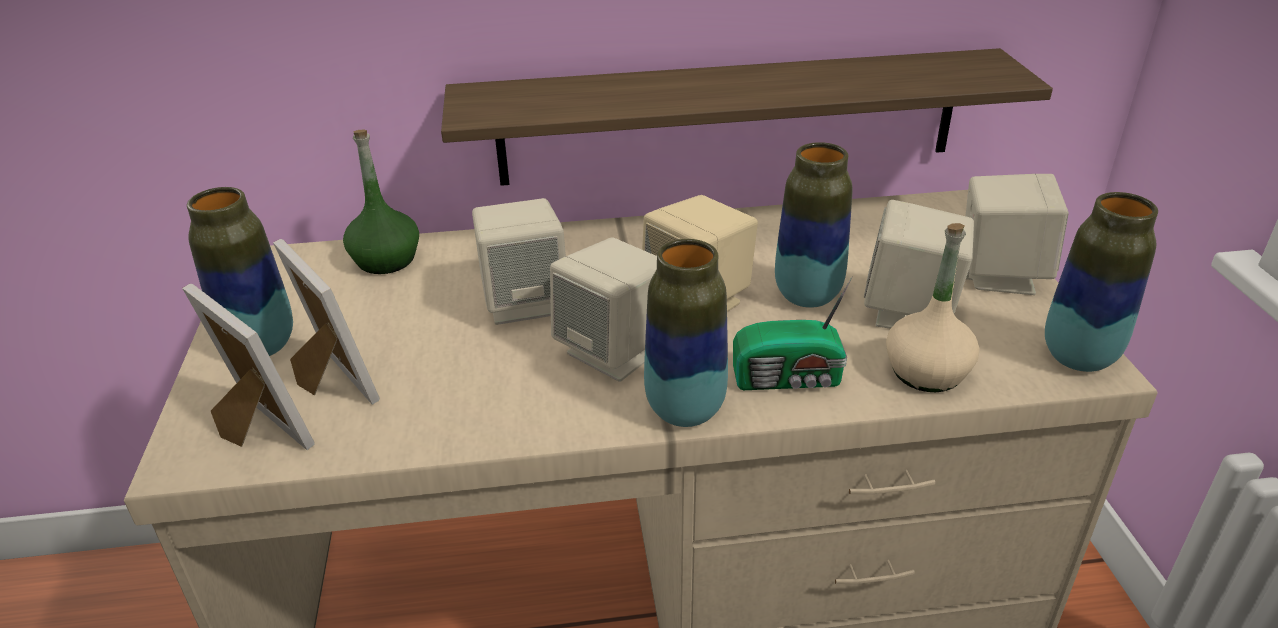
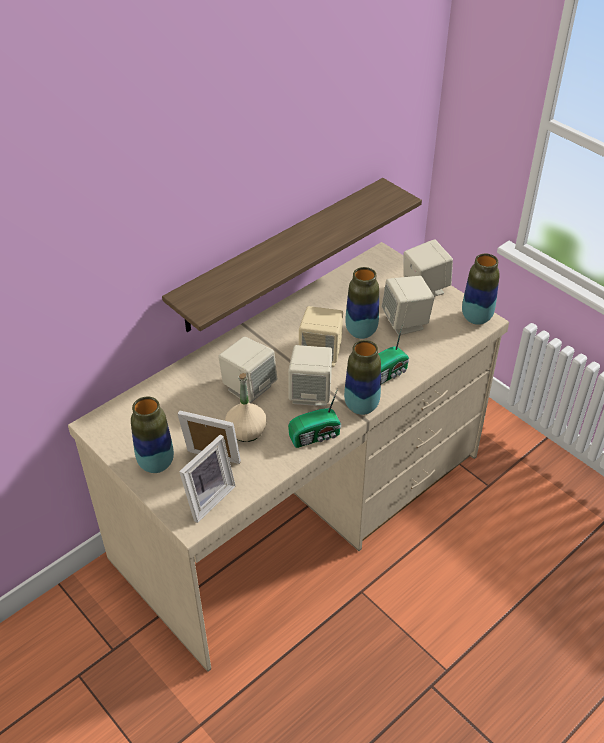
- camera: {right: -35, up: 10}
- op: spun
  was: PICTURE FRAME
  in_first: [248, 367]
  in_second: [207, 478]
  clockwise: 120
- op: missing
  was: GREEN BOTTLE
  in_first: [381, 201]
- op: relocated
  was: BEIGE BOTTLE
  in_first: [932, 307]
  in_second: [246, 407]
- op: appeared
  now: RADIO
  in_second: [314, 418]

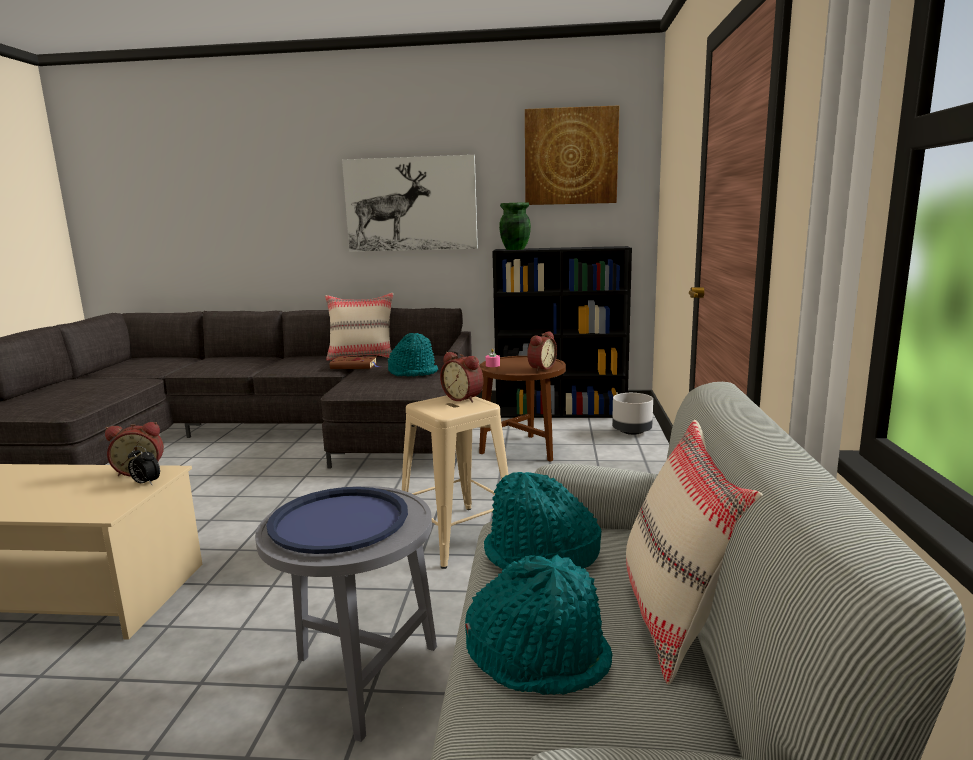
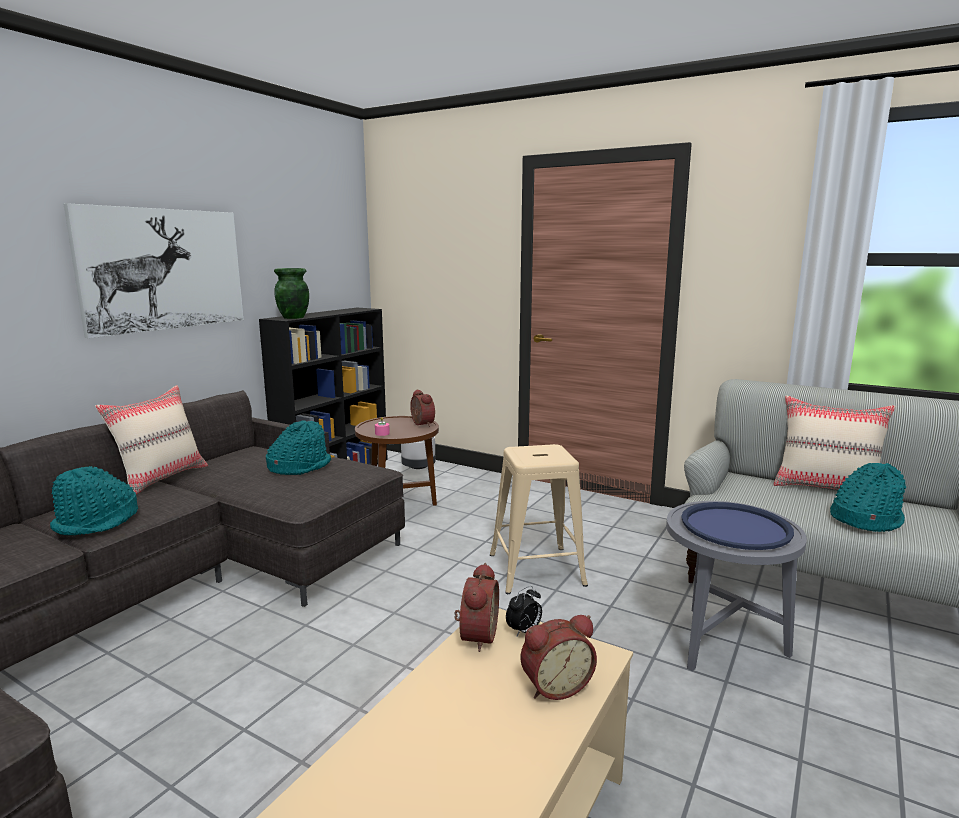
- camera: {right: -65, up: 0}
- op: missing
  was: BROWN BOOK
  in_first: [356, 362]
- op: relocated
  was: ALARM CLOCK
  in_first: [462, 377]
  in_second: [559, 657]
- op: relocated
  was: TURQUOISE HAT
  in_first: [542, 520]
  in_second: [94, 500]
- op: missing
  was: PICTURE
  in_first: [572, 155]

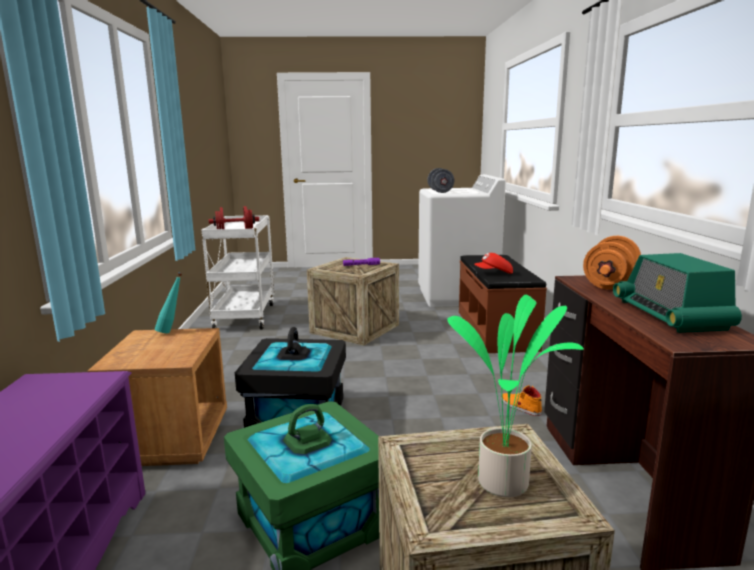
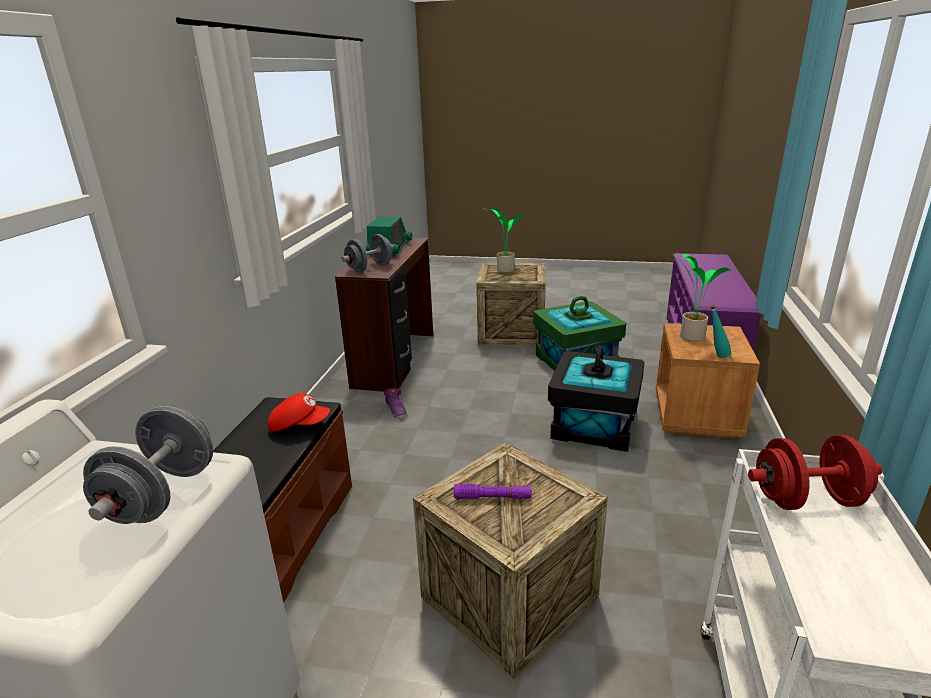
- camera: {right: -165, up: 10}
- op: colour
  was: ORANGE SHOE
  now: PURPLE SHOE
  in_first: [521, 400]
  in_second: [395, 403]
- op: colour
  was: ORANGE DUMBBELL
  now: GREY DUMBBELL
  in_first: [612, 263]
  in_second: [368, 253]
- op: appeared
  now: POTTED PLANT
  in_second: [702, 298]

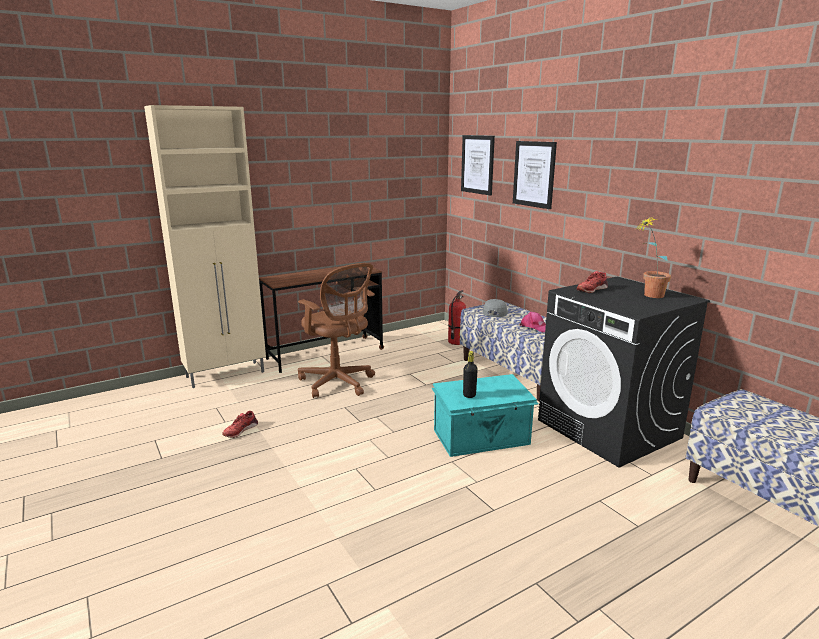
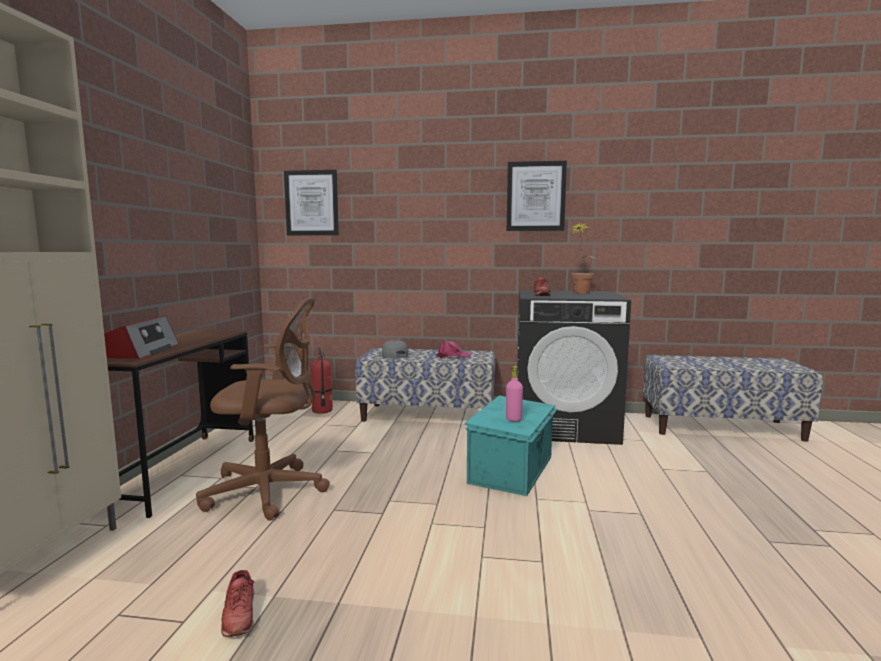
- camera: {right: -50, up: -10}
- op: colour
  was: BLACK BOTTLE
  now: PINK BOTTLE
  in_first: [470, 374]
  in_second: [514, 394]
- op: relocated
  was: PICTURE
  in_first: [535, 175]
  in_second: [537, 196]
- op: appeared
  now: RADIO
  in_second: [141, 337]

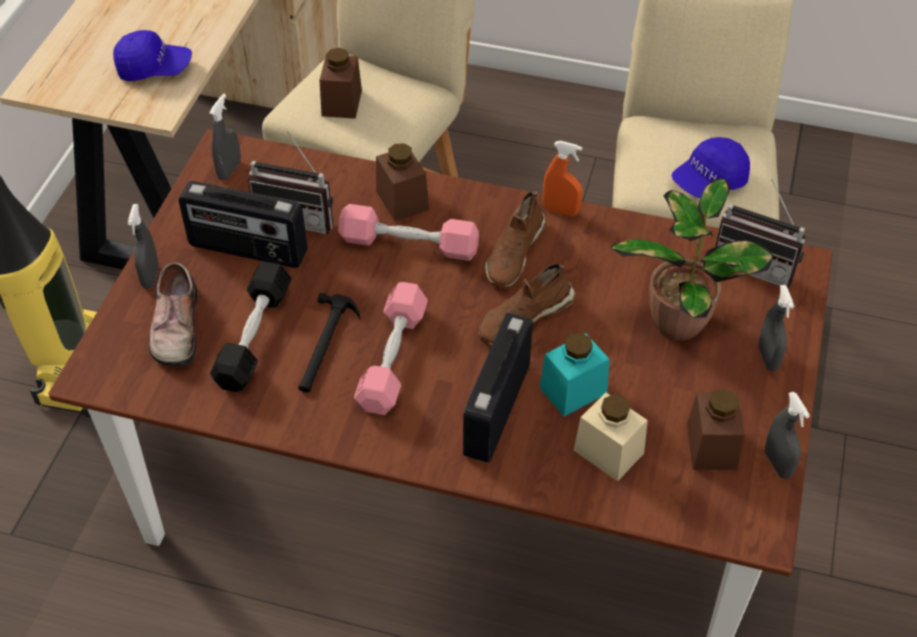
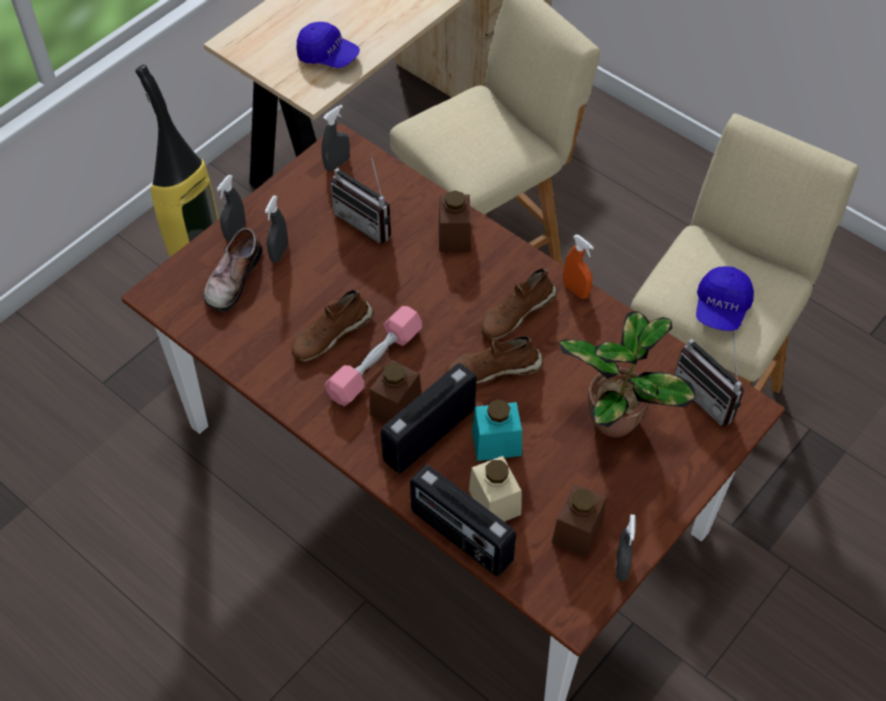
- camera: {right: 25, up: 5}
- op: relocated
  was: RADIO
  in_first: [243, 224]
  in_second: [463, 521]
- op: missing
  was: BLACK DUMBBELL
  in_first: [251, 326]
- op: exchanged
  was: HAMMER
  now: BROWN SHOE
  in_first: [329, 342]
  in_second: [332, 326]
- op: relocated
  was: BROWN JAR
  in_first: [341, 83]
  in_second: [395, 391]
- op: missing
  was: PINK DUMBBELL
  in_first: [408, 232]
- op: spun
  was: BLUE CAP
  in_first: [711, 167]
  in_second: [725, 298]
  clockwise: -60
- op: relocated
  was: GREY SPRAY BOTTLE
  in_first: [776, 328]
  in_second: [276, 229]

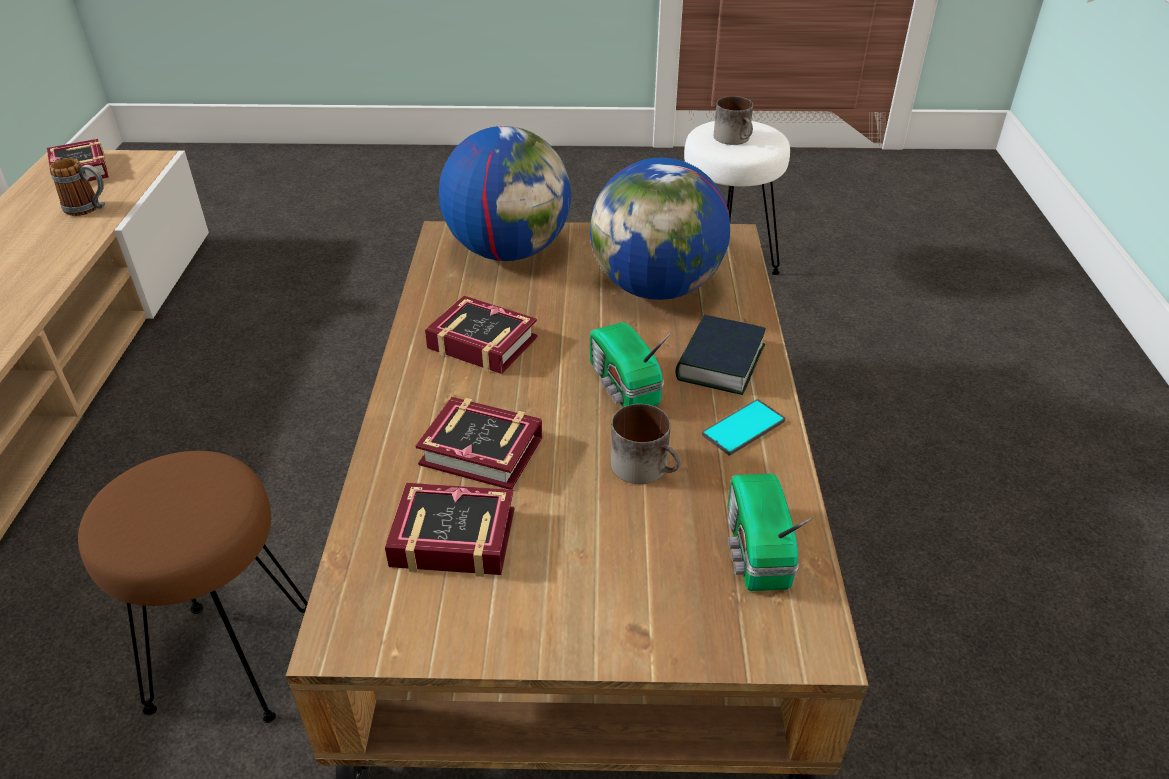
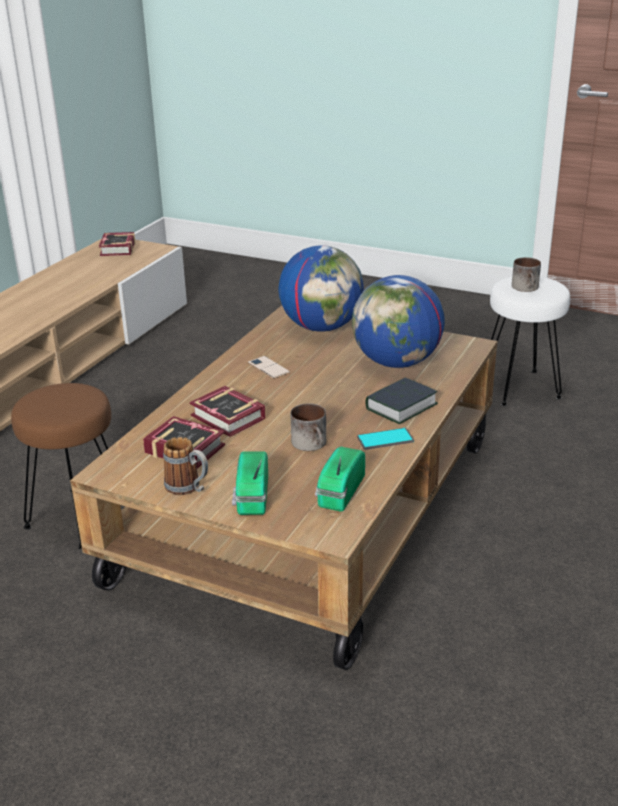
- camera: {right: 25, up: -10}
- op: relocated
  was: MUG
  in_first: [77, 187]
  in_second: [185, 466]
- op: exchanged
  was: BOOK
  now: PHONE
  in_first: [481, 335]
  in_second: [269, 367]
- op: relocated
  was: RADIO
  in_first: [631, 364]
  in_second: [250, 483]

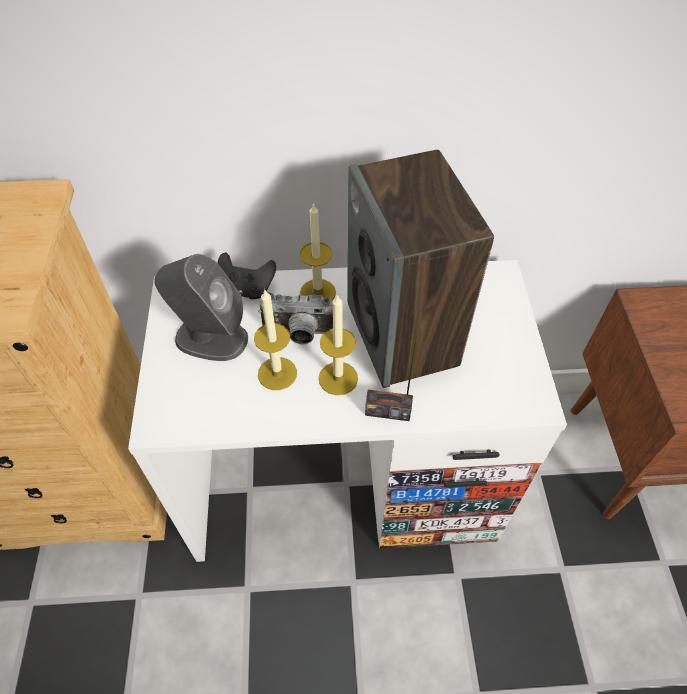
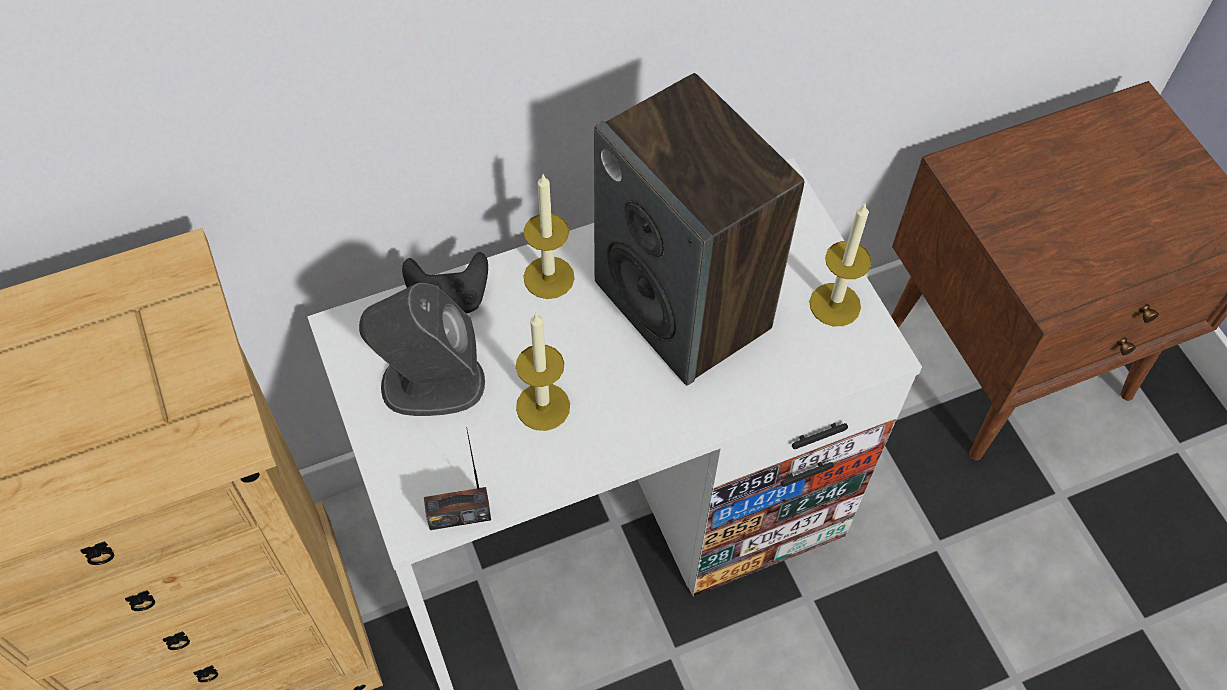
- camera: {right: -20, up: 5}
- op: missing
  was: PHOTO CAMERA
  in_first: [295, 319]
- op: relocated
  was: CANDLE
  in_first: [338, 344]
  in_second: [840, 264]
- op: relocated
  was: RADIO
  in_first: [390, 380]
  in_second: [457, 478]

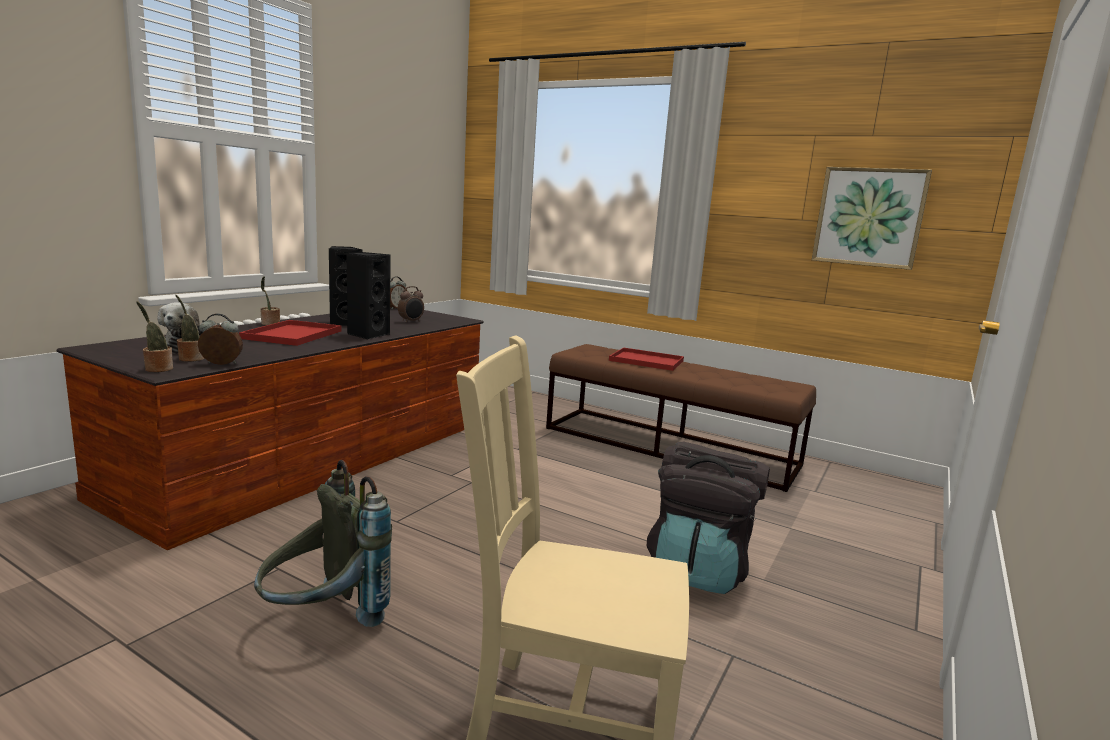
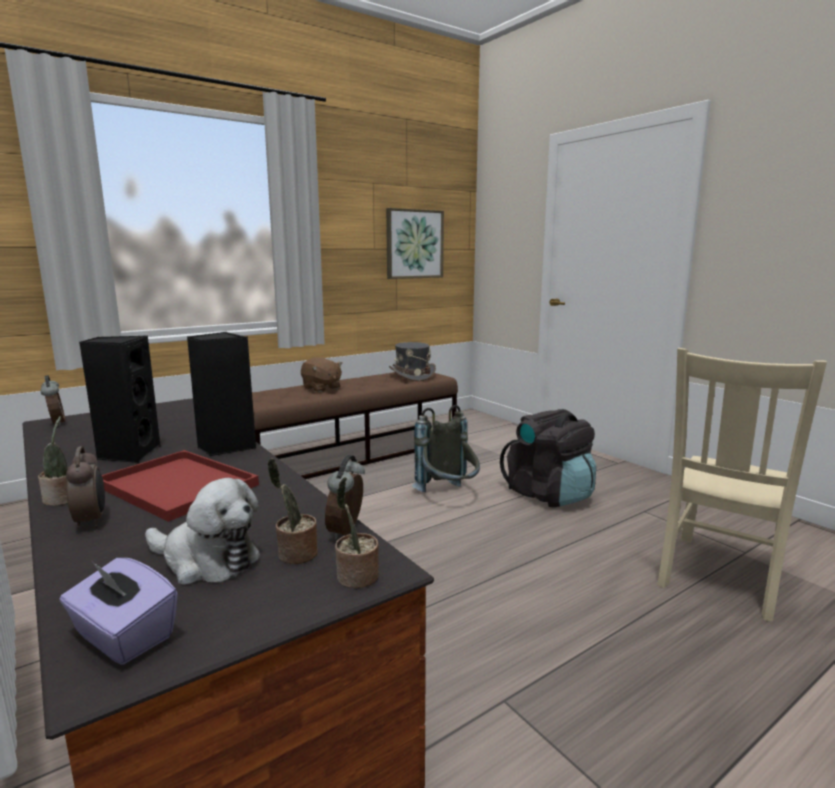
- camera: {right: -65, up: 0}
- op: relocated
  was: GREY BACKPACK
  in_first: [323, 543]
  in_second: [446, 448]
- op: relocated
  was: ALARM CLOCK
  in_first: [411, 304]
  in_second: [85, 487]
- op: exchanged
  was: RED TRAY
  now: BROWN PLUSH TOY
  in_first: [646, 359]
  in_second: [321, 374]
- op: appeared
  now: PURPLE TISSUE BOX
  in_second: [118, 611]
- op: appeared
  now: GREY HAT
  in_second: [412, 361]

